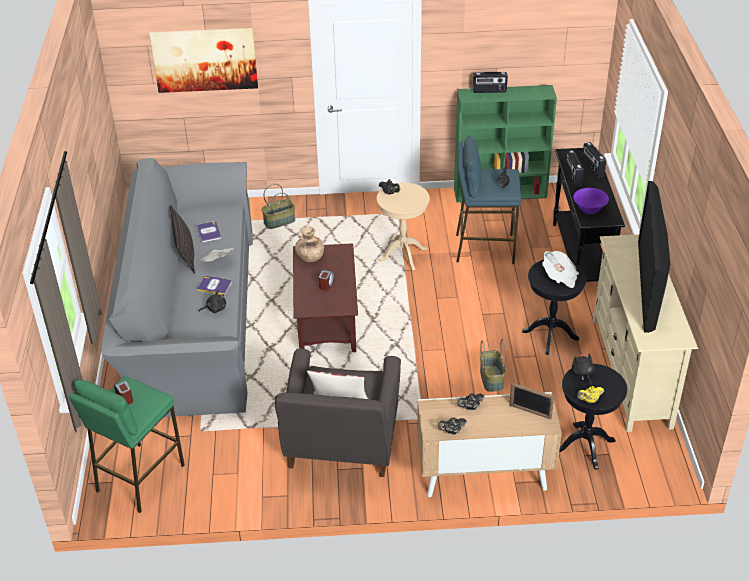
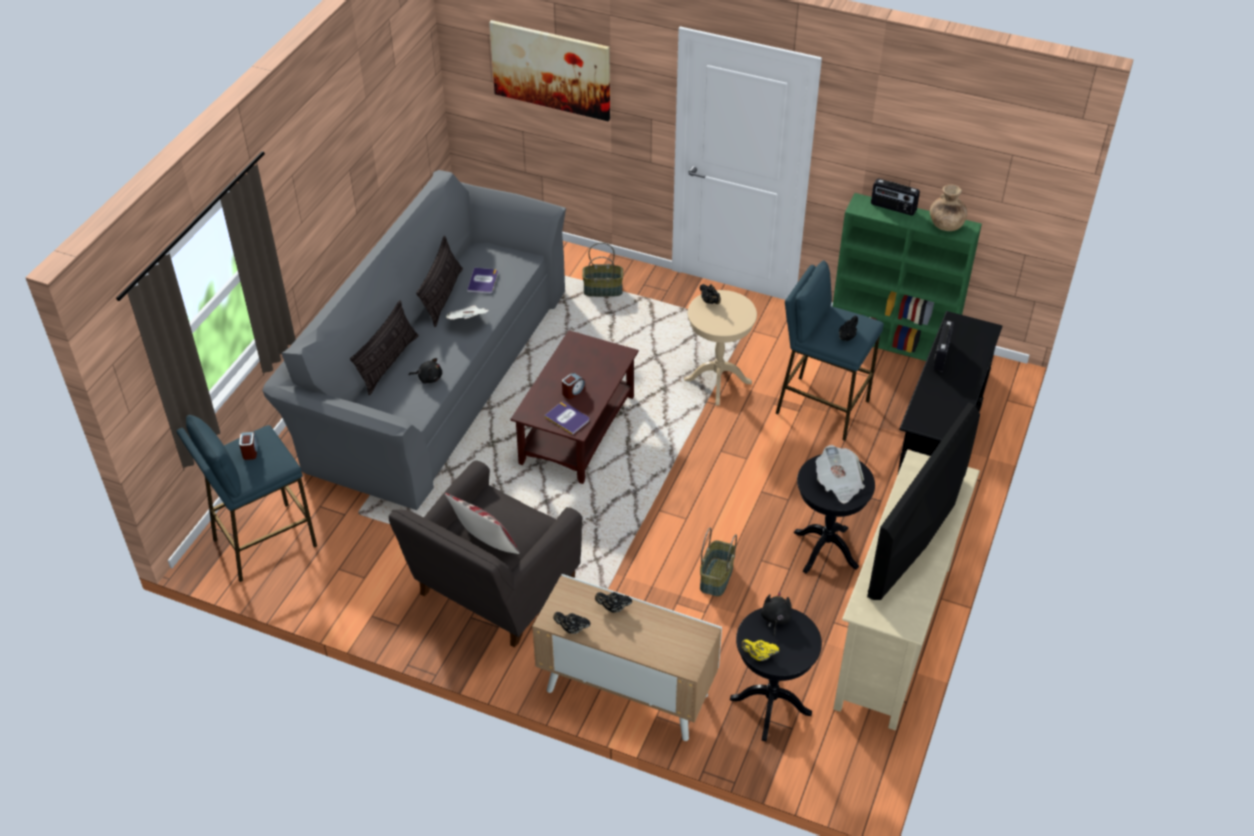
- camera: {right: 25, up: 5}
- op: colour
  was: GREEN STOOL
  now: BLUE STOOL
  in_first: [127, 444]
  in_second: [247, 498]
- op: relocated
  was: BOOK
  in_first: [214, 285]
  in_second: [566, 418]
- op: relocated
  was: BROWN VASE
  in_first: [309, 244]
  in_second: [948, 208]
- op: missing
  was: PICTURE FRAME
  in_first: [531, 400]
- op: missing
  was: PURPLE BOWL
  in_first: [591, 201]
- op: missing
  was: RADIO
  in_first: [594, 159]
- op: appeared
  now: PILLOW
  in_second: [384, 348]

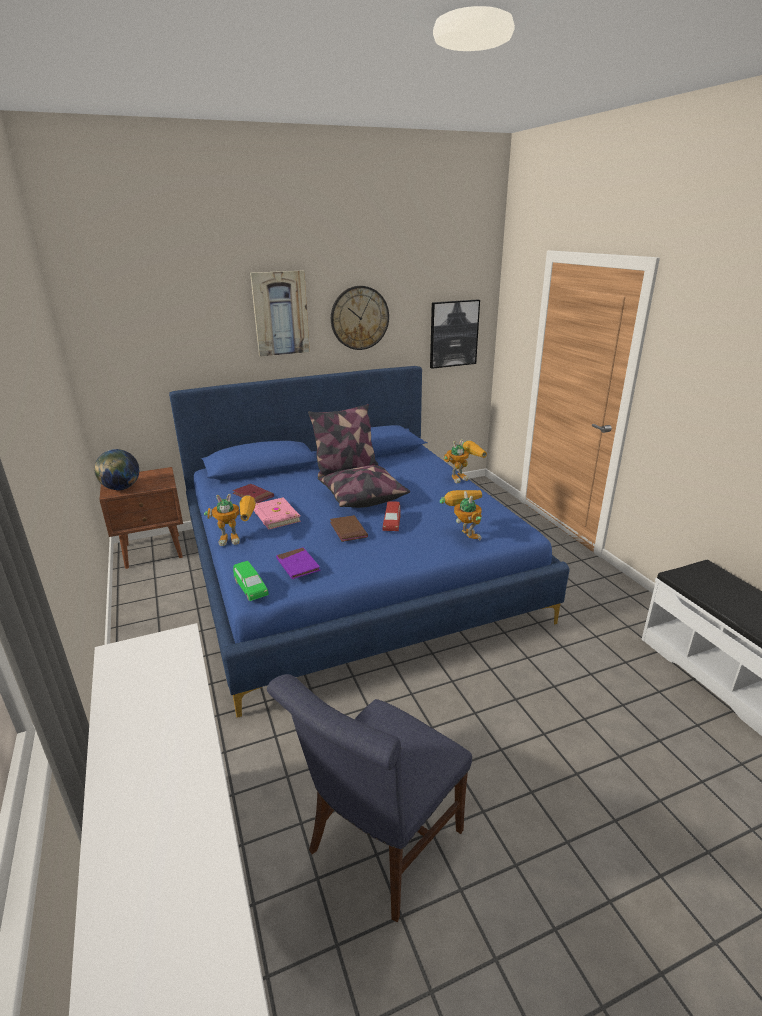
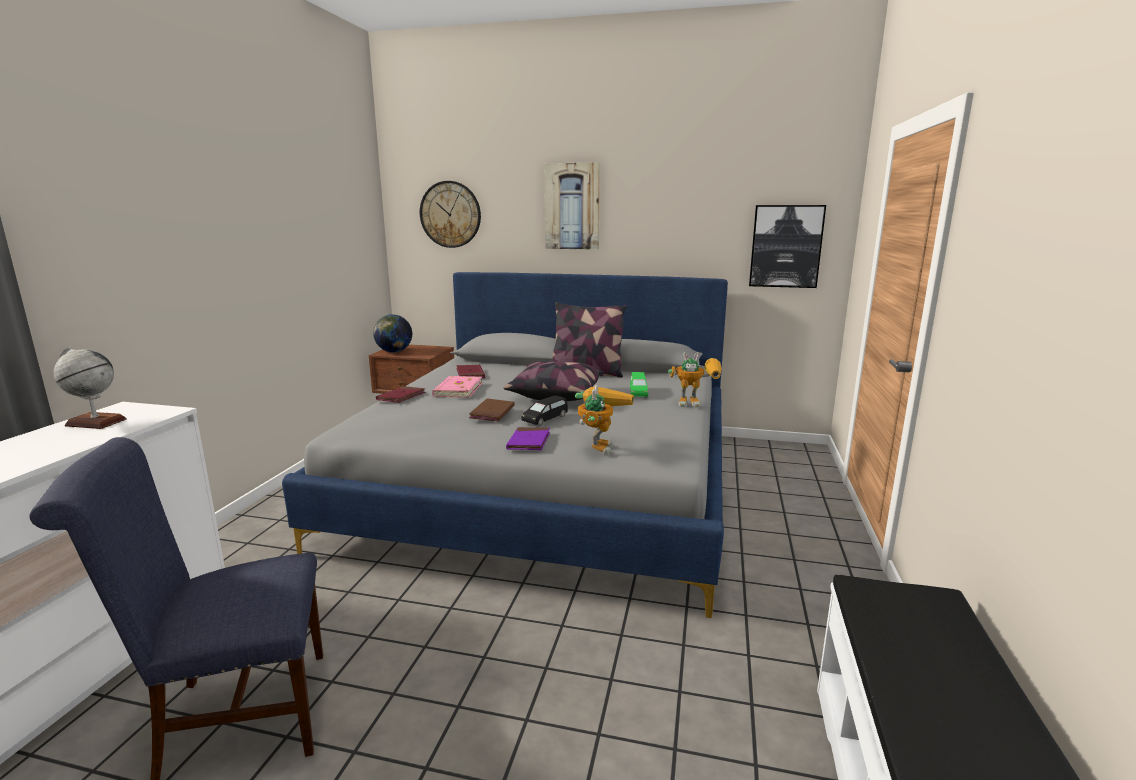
- camera: {right: 35, up: -10}
- op: colour
  was: BLUE BED
  now: GREY BED
  in_first: [369, 542]
  in_second: [505, 445]
- op: exchanged
  was: TOY ROBOT
  now: RED BOOK
  in_first: [230, 520]
  in_second: [401, 394]
- op: relocated
  was: GREEN TOY CAR
  in_first: [251, 581]
  in_second: [639, 385]
- op: relocated
  was: PURPLE BOOK
  in_first: [298, 563]
  in_second: [528, 438]
- op: relocated
  was: WALL CLOCK
  in_first: [360, 318]
  in_second: [450, 214]
- op: colour
  was: RED TOY CAR
  now: BLACK TOY CAR
  in_first: [391, 516]
  in_second: [545, 410]
- op: appeared
  now: GLOBE
  in_second: [90, 388]

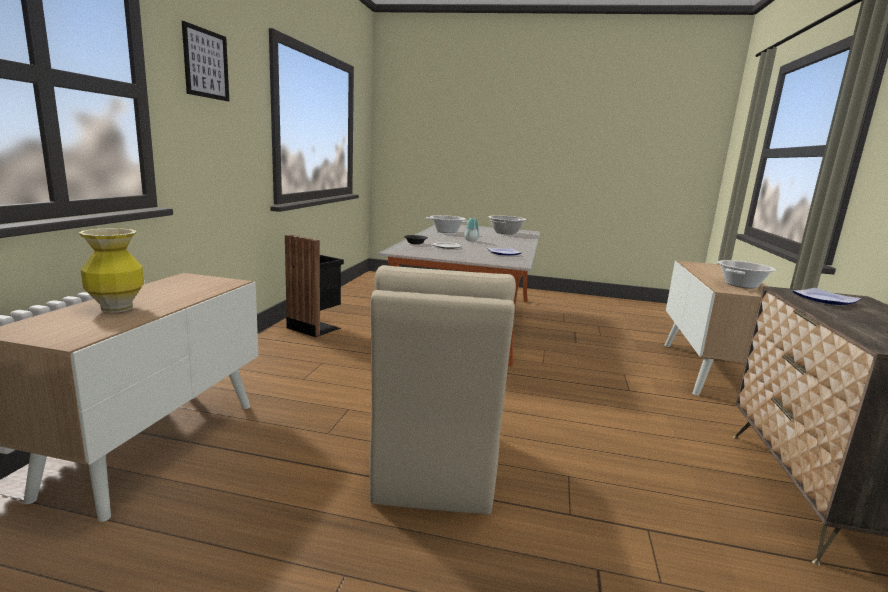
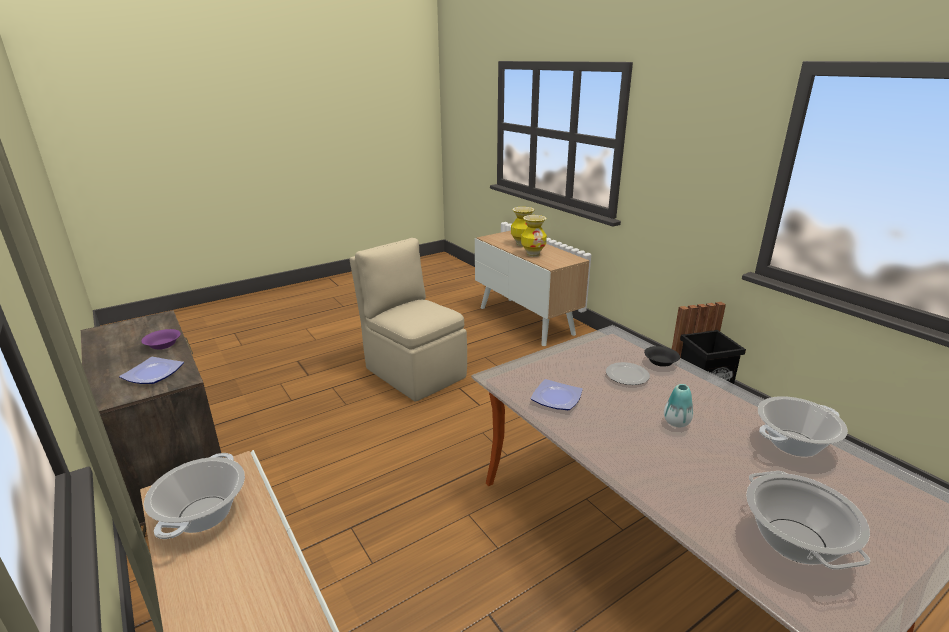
- camera: {right: 135, up: 10}
- op: missing
  was: PICTURE
  in_first: [205, 61]
- op: appeared
  now: PURPLE BOWL
  in_second: [161, 339]
- op: appeared
  now: VASE
  in_second: [534, 236]

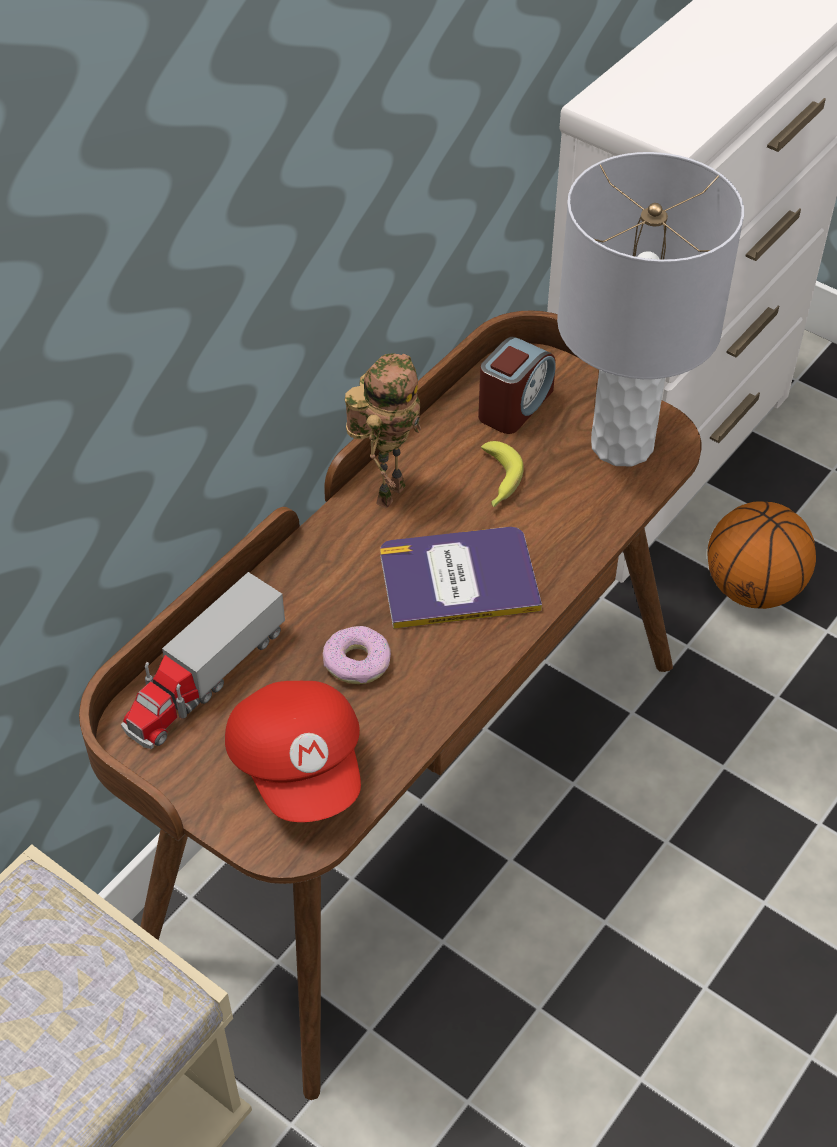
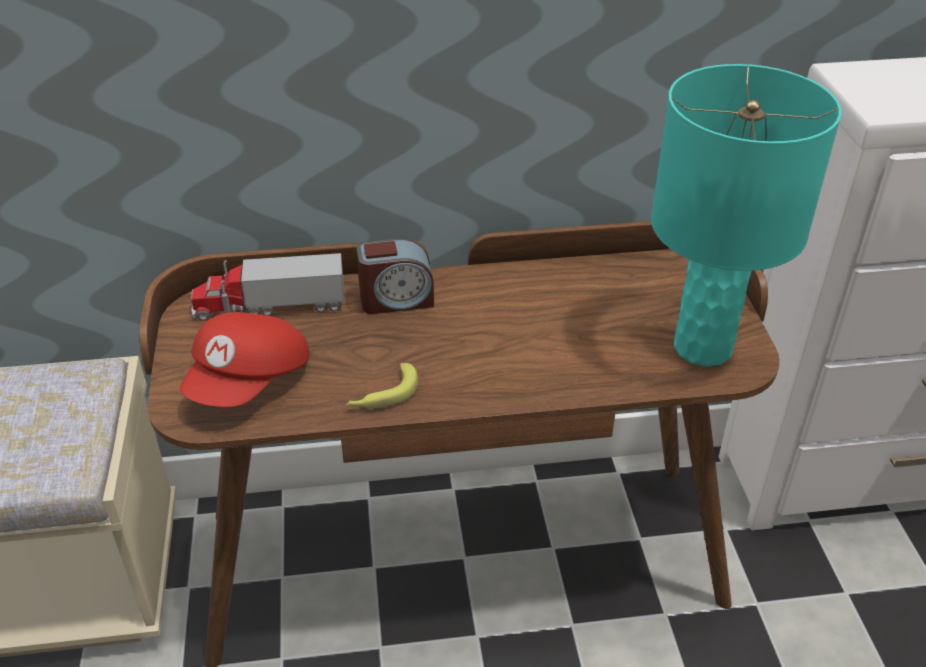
- camera: {right: 45, up: -10}
- op: missing
  was: DONUT
  in_first: [357, 655]
- op: missing
  was: TOY ROBOT
  in_first: [383, 431]
- op: missing
  was: BOOK
  in_first: [461, 578]
- op: relocated
  was: ALARM CLOCK
  in_first: [517, 385]
  in_second: [395, 276]
- op: relocated
  was: BANANA
  in_first: [502, 474]
  in_second: [382, 385]
- op: colour
  was: GREY TABLE LAMP
  now: TURQUOISE TABLE LAMP
  in_first: [650, 309]
  in_second: [746, 215]
- op: missing
  was: BASKETBALL
  in_first: [762, 555]

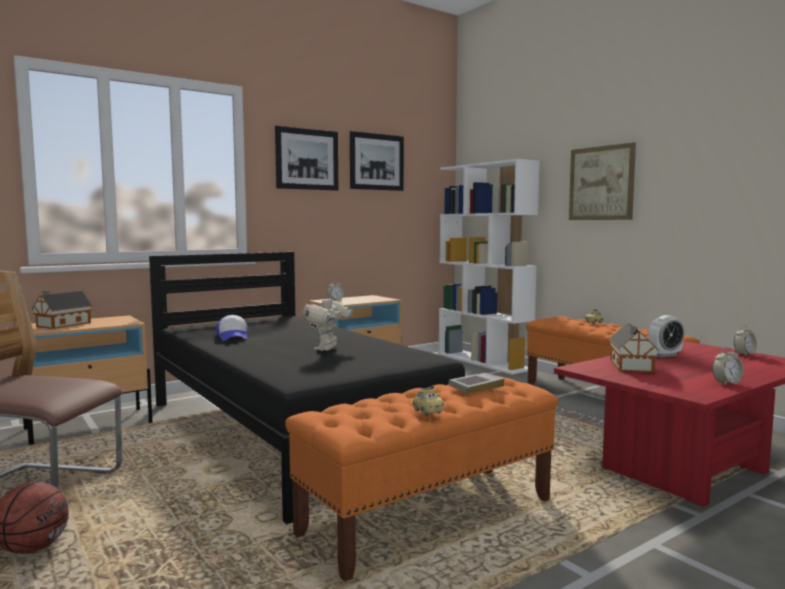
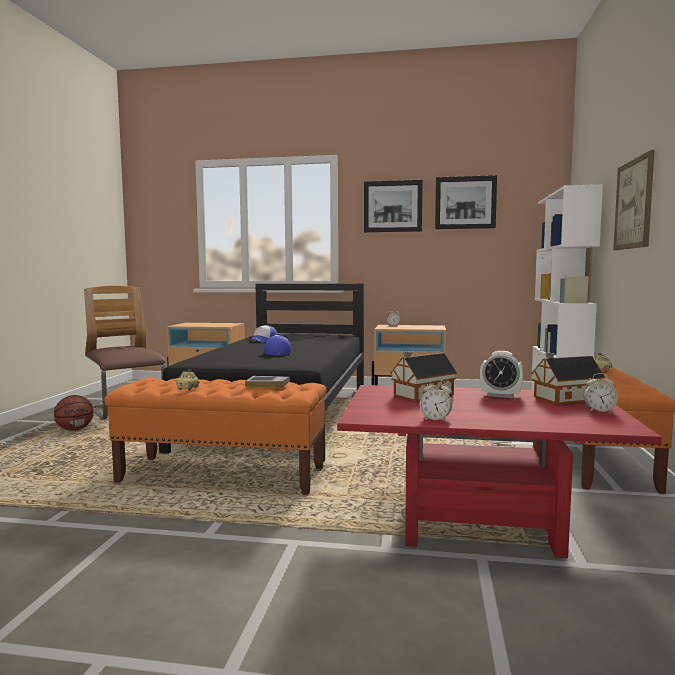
- camera: {right: 45, up: 0}
- op: relocated
  was: TOY HOUSE
  in_first: [62, 309]
  in_second: [568, 378]
- op: exchanged
  was: TOY ROBOT
  now: CAP
  in_first: [327, 322]
  in_second: [277, 345]

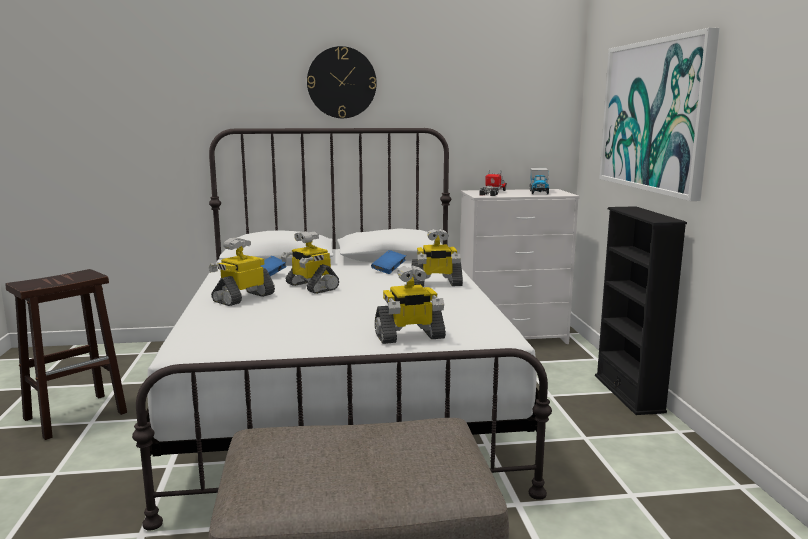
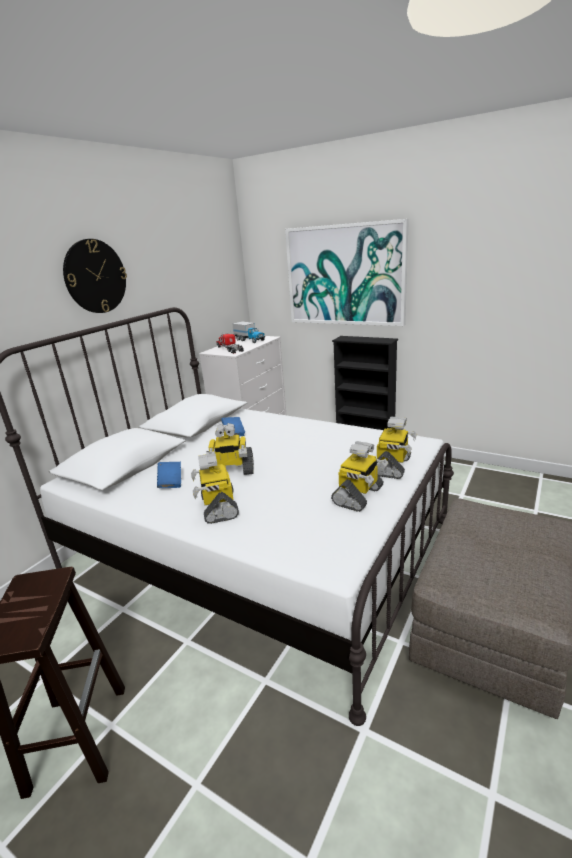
- camera: {right: -50, up: 10}
- op: relocated
  was: TOY ROBOT
  in_first: [437, 258]
  in_second: [359, 476]

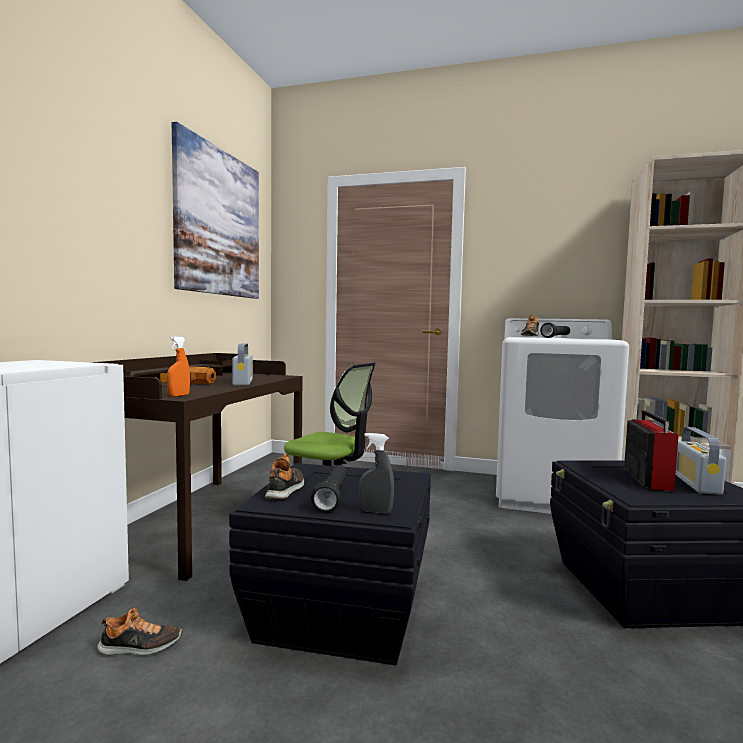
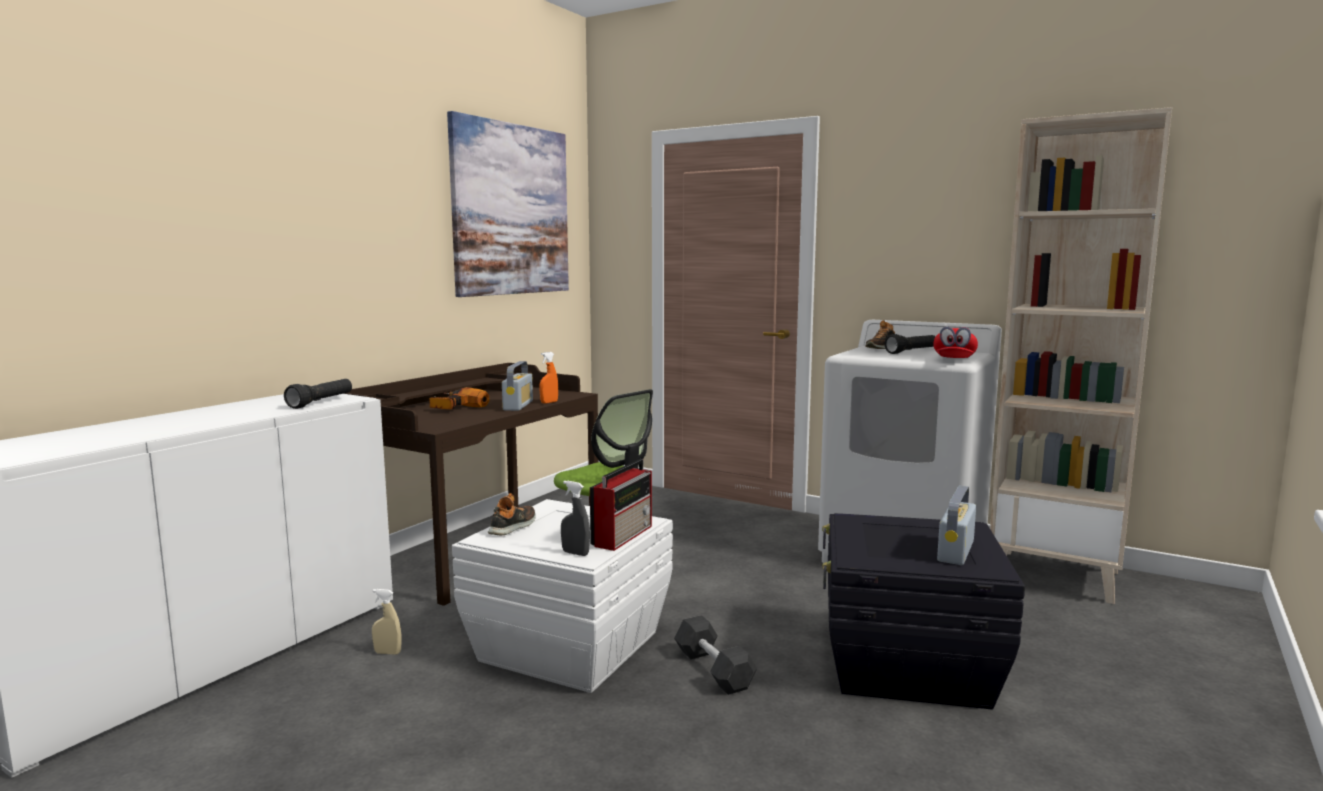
- camera: {right: 15, up: 5}
- op: exchanged
  was: SHOE
  now: BEIGE SPRAY BOTTLE
  in_first: [140, 631]
  in_second: [386, 621]
- op: relocated
  was: ORANGE SPRAY BOTTLE
  in_first: [178, 366]
  in_second: [549, 378]
- op: colour
  was: BLACK STORAGE BOX
  now: WHITE STORAGE BOX
  in_first: [330, 564]
  in_second: [562, 596]
- op: relocated
  was: BLACK FLASHLIGHT
  in_first: [329, 489]
  in_second: [318, 394]
- op: relocated
  was: RADIO
  in_first: [651, 450]
  in_second: [621, 505]
- op: appeared
  now: GREY DUMBBELL
  in_second: [715, 655]
- op: appeared
  now: RED CAP
  in_second: [956, 342]

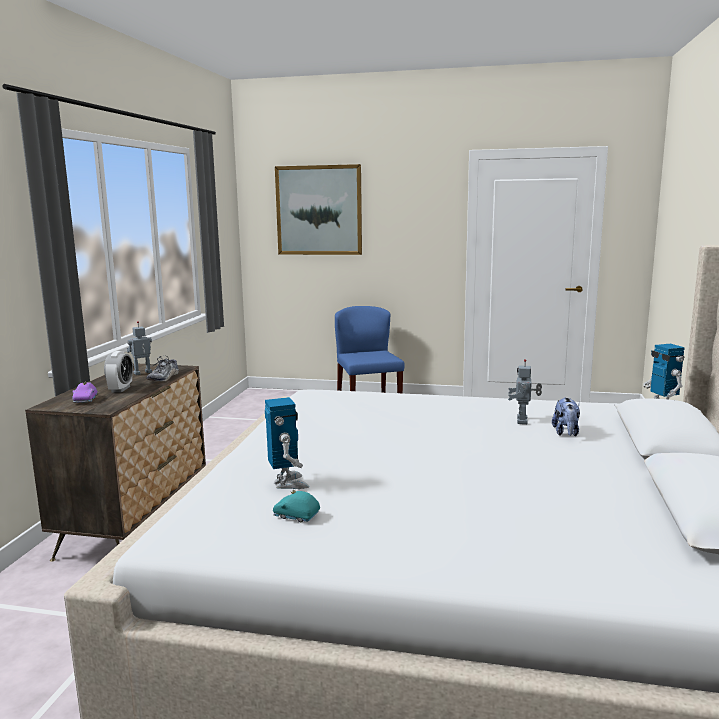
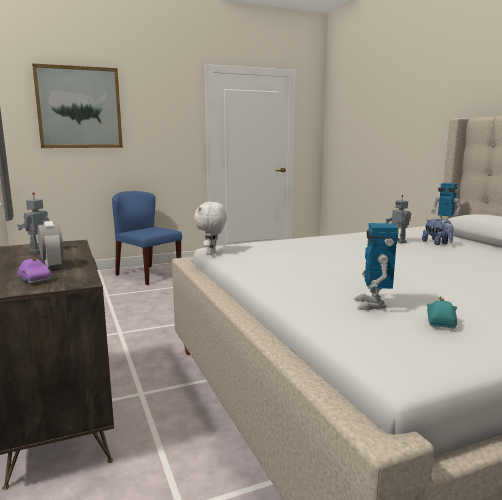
- camera: {right: -35, up: 0}
- op: missing
  was: SHOE
  in_first: [162, 368]
- op: spun
  was: TOY ROBOT
  in_first: [287, 443]
  in_second: [376, 266]
  clockwise: -120
- op: spun
  was: TURQUOISE TOY CAR
  in_first: [296, 506]
  in_second: [442, 312]
  clockwise: 120
- op: appeared
  now: WHITE PLUSH TOY
  in_second: [210, 228]

